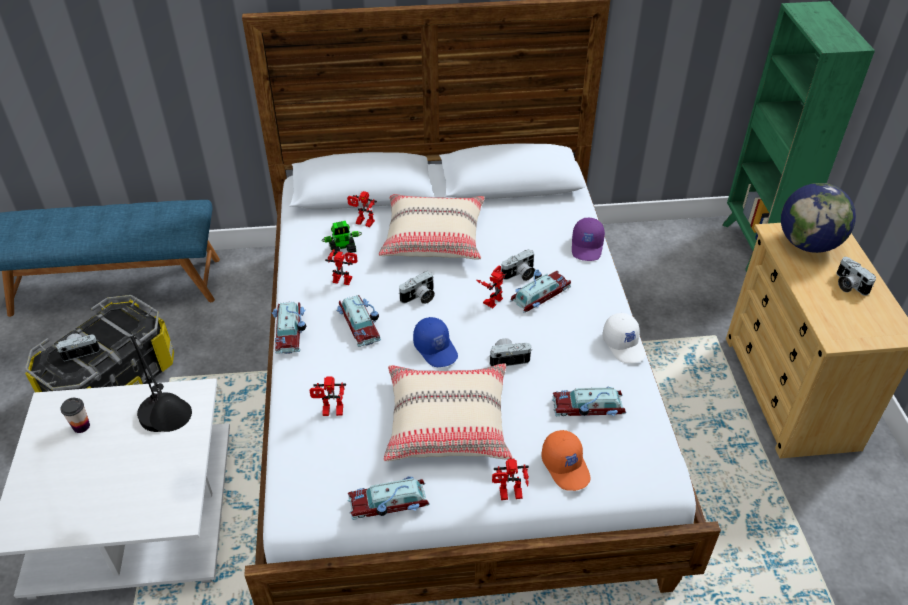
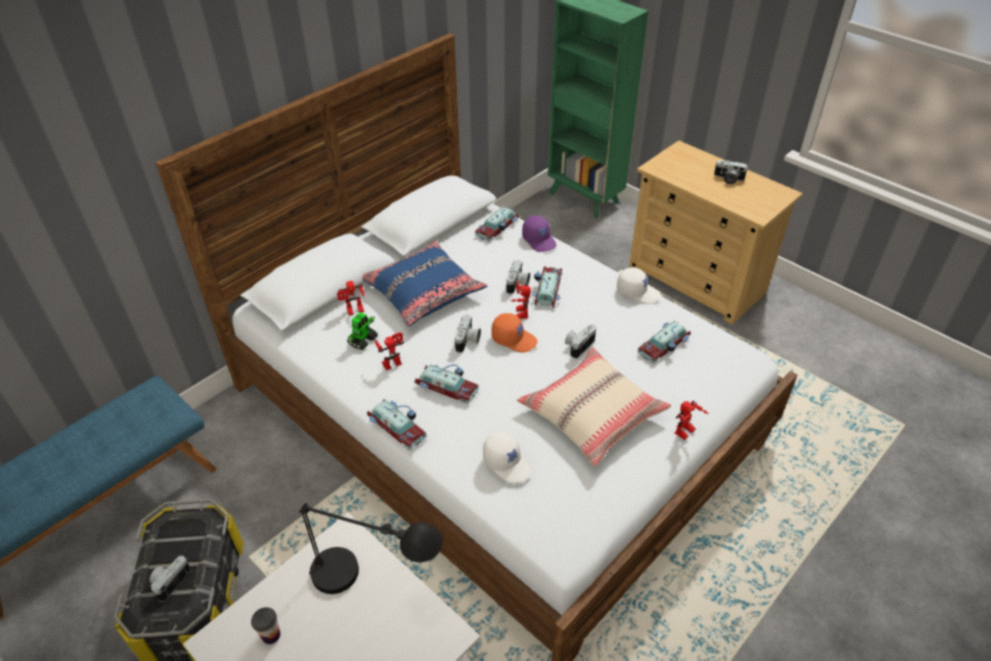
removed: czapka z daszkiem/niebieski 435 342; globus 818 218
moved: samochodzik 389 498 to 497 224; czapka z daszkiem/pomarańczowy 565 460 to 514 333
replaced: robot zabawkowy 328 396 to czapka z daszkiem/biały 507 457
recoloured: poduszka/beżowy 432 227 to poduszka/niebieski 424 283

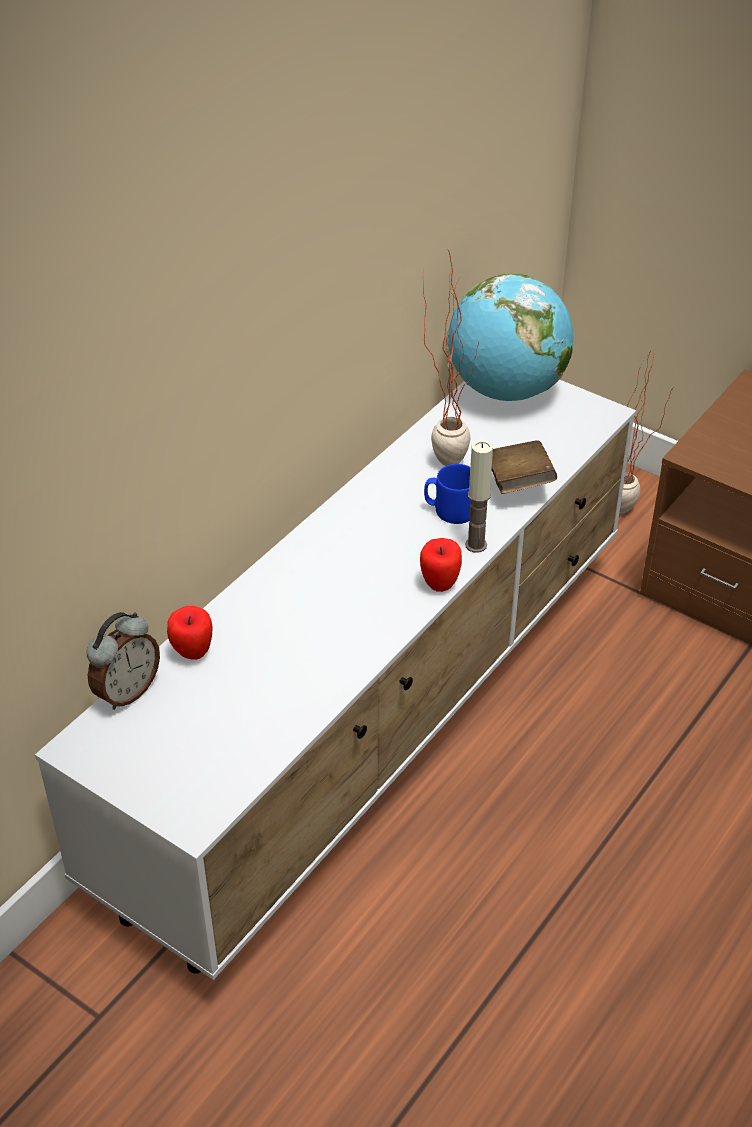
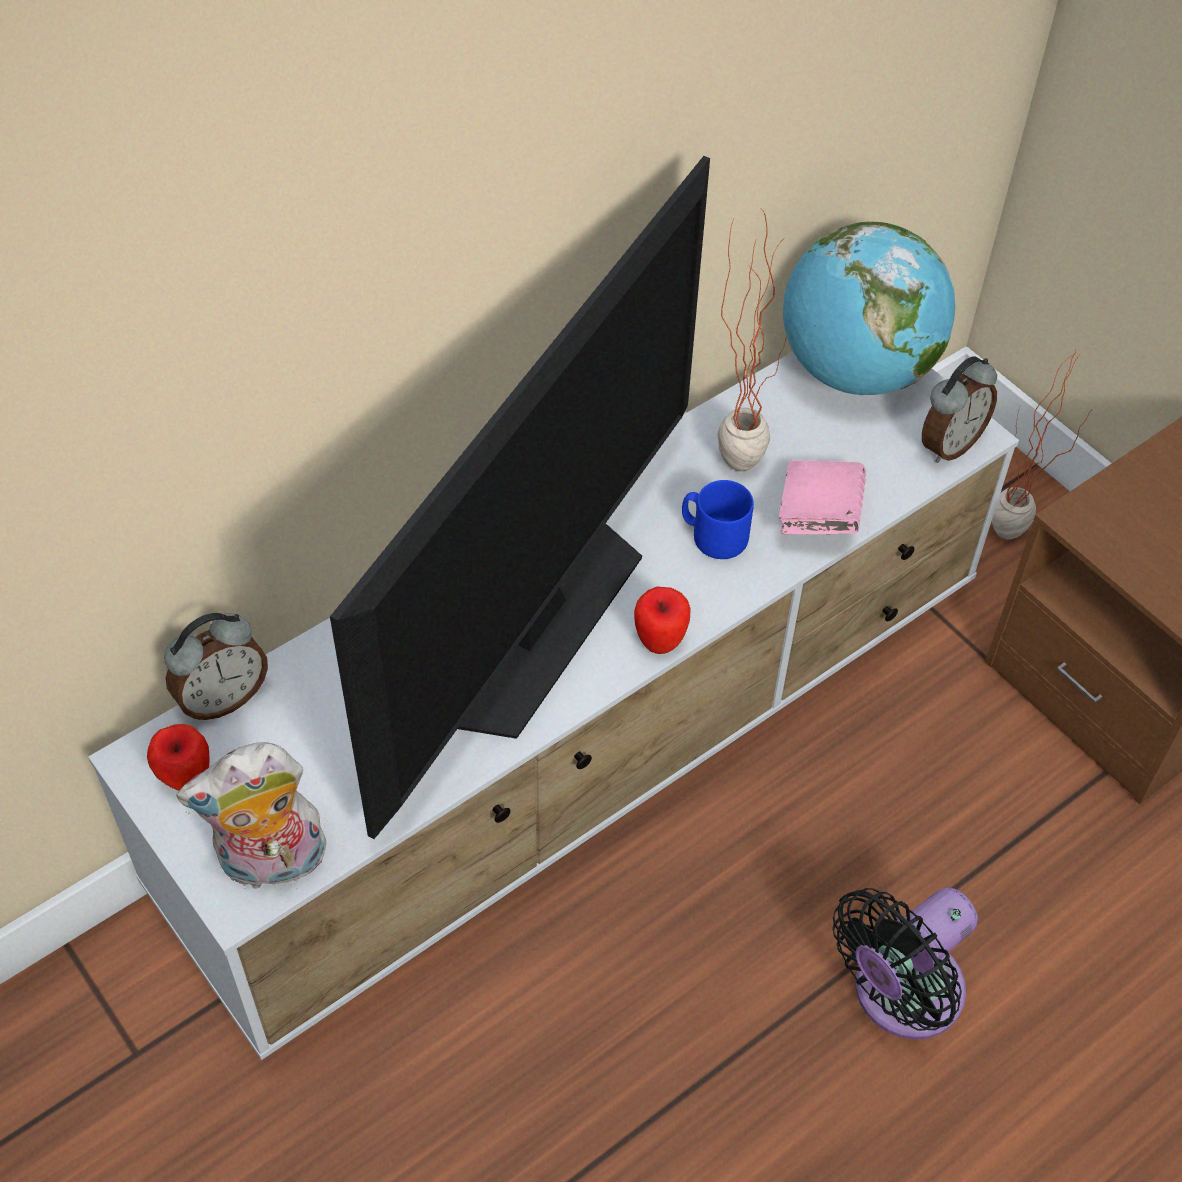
removed: świeca 479 496
added: pluszak 251 815; telewizor 520 497; wentylator/czarny 905 964; budzik 959 409
moved: jabłko 190 633 to 178 757
recoloured: książka/brązowy 524 467 to książka/różowy 822 497

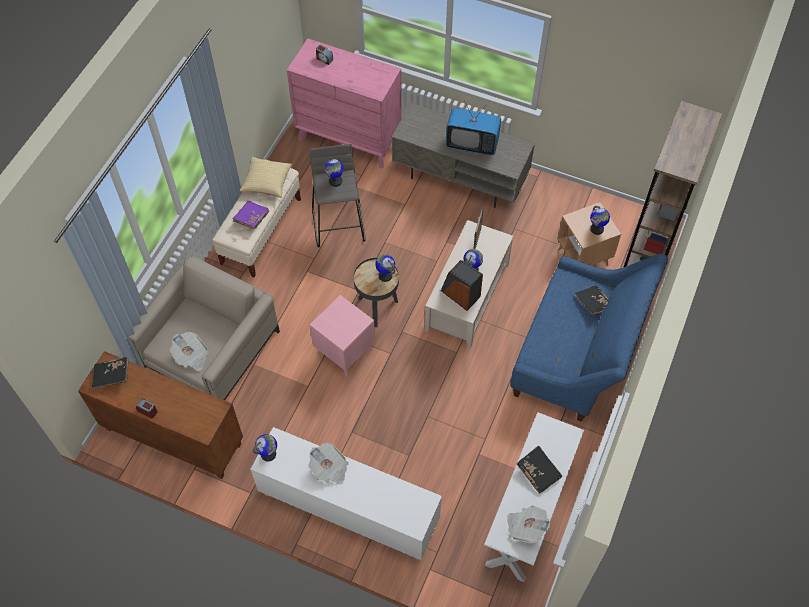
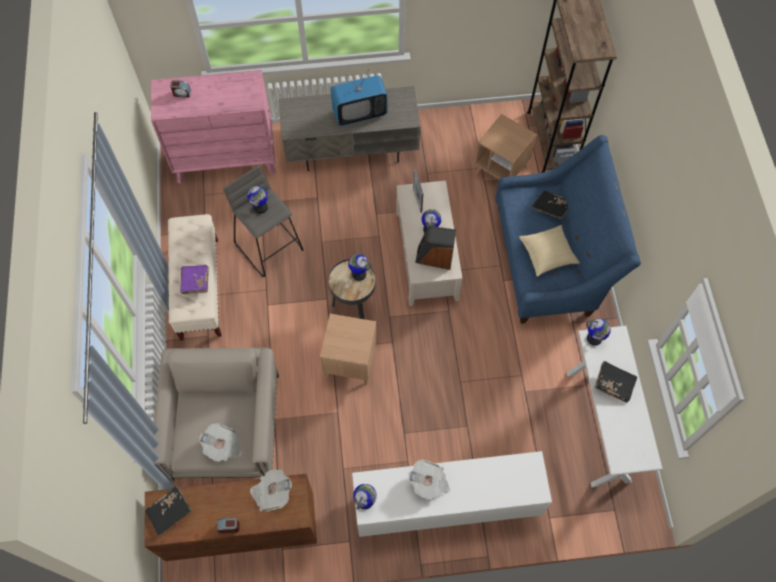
moved: poduszka 266 177 to 549 251; gazeta 528 525 to 271 490; globus 600 220 to 598 332
recoloured: stolik/różowy 342 336 to stolik/brązowy 348 349

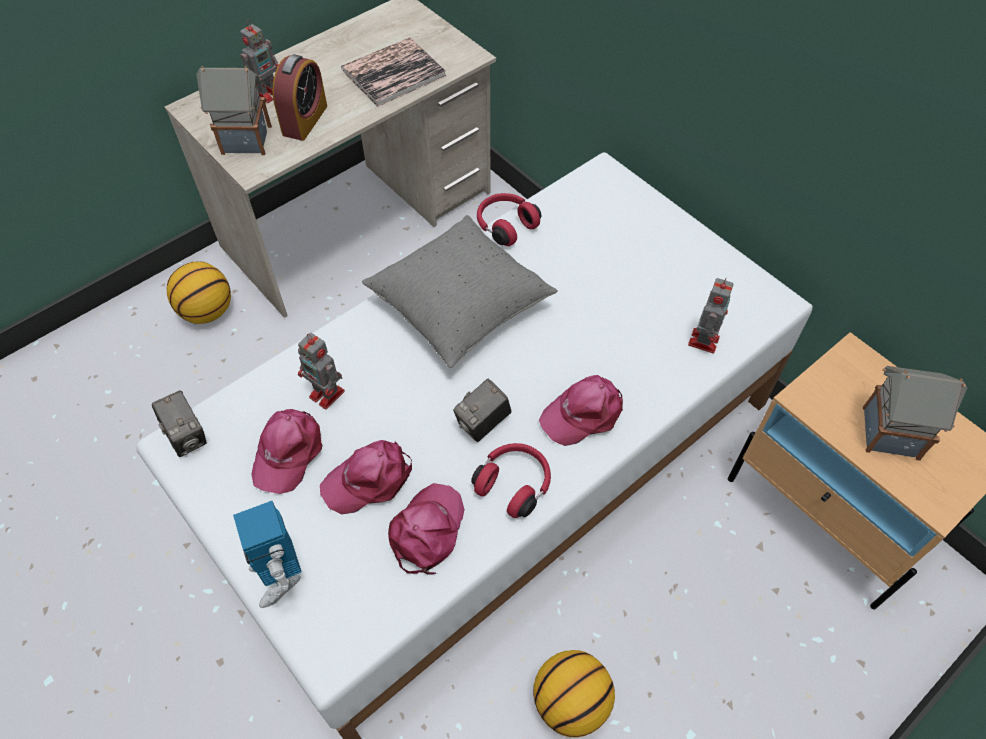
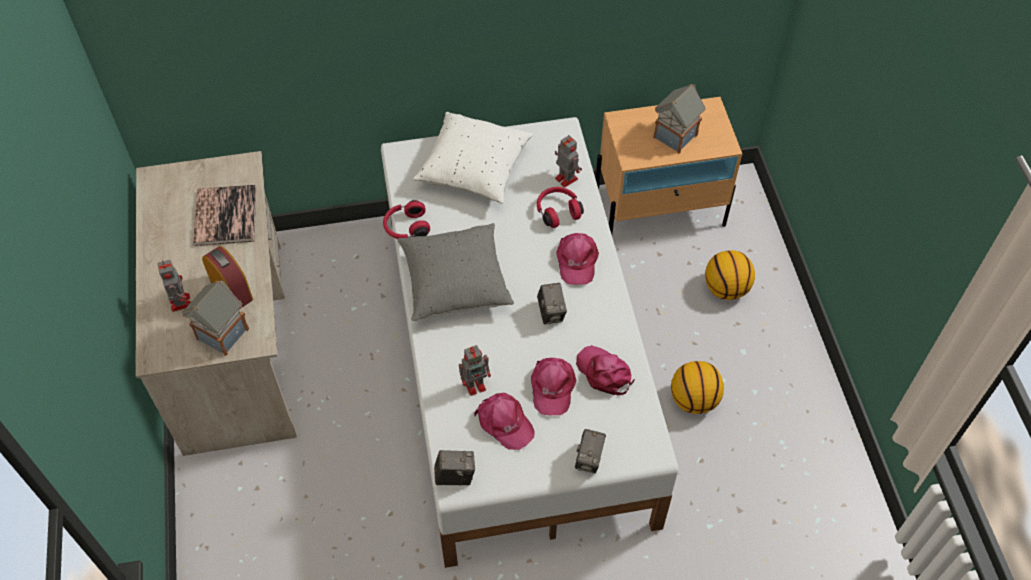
added: poduszka/biały 473 158
moved: piłka do koszykówki 199 292 to 730 275; słuchawki/czerwony 511 480 to 560 207
replaced: robot zabawkowy 267 554 to aparat fotograficzny 590 451

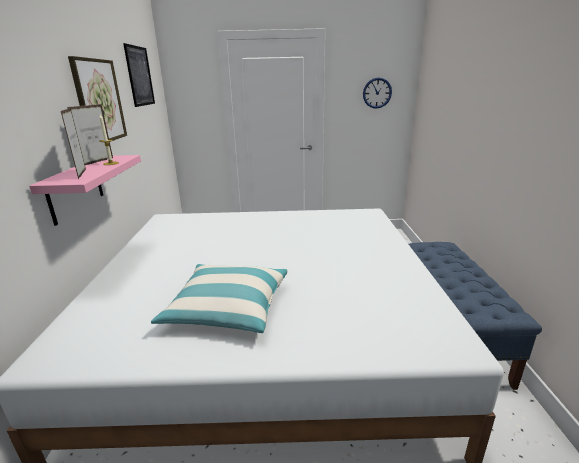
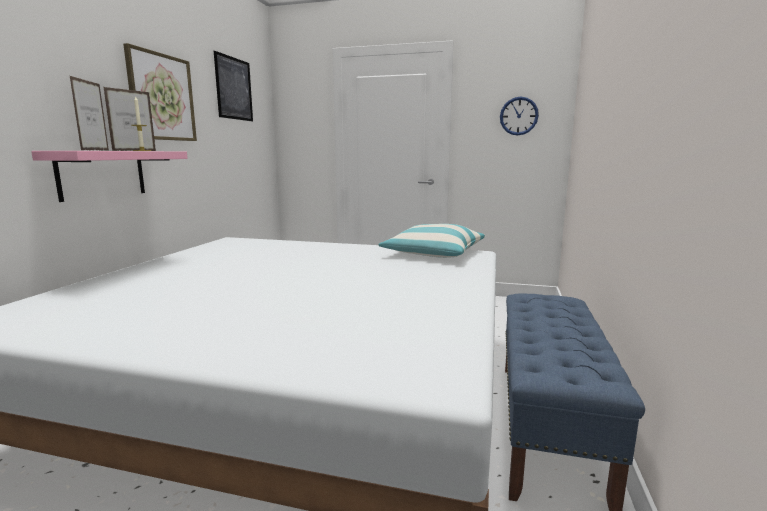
moved: poduszka 219 298 to 432 241

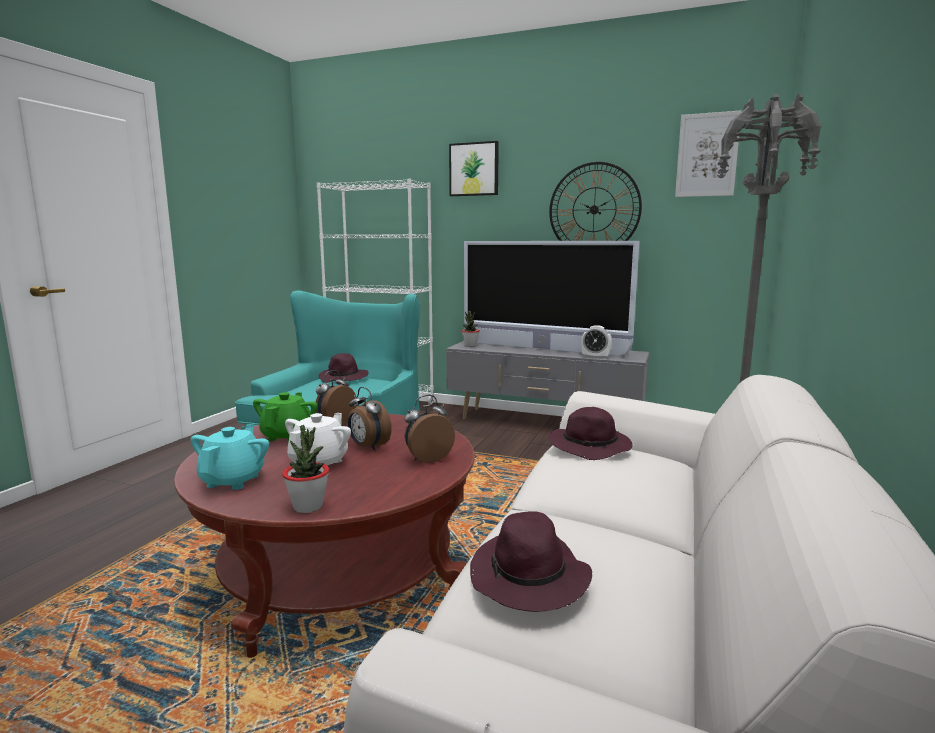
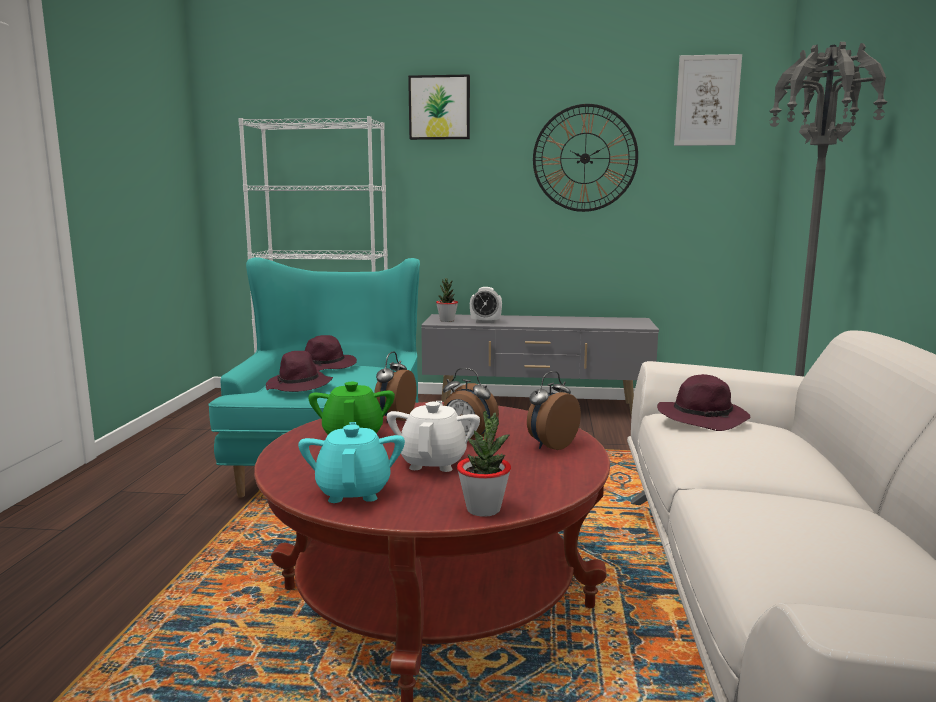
removed: telewizor 552 298
moved: kapelusz/fioletowy 531 561 to 299 371; budzik 596 342 to 486 305

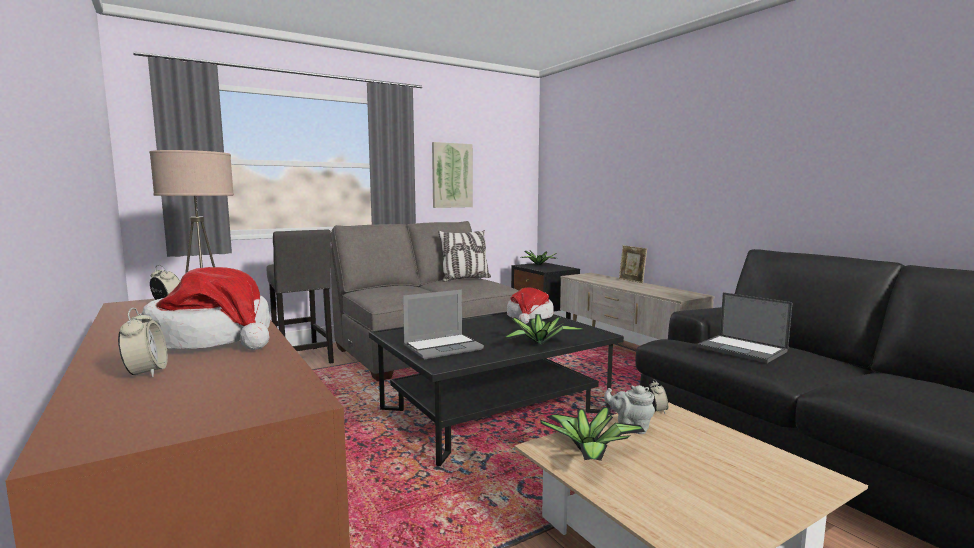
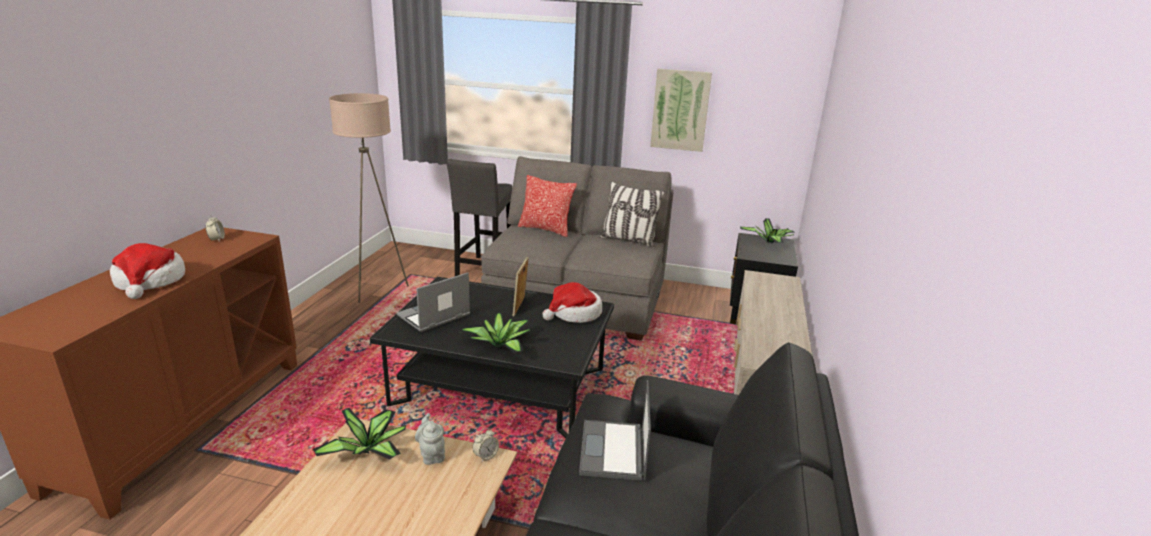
removed: budzik 143 342
added: poduszka 547 206
moved: ramka na zdjęcie 633 264 to 520 286
turned: laptop 443 324 = 433 302 120 degrees clockwise

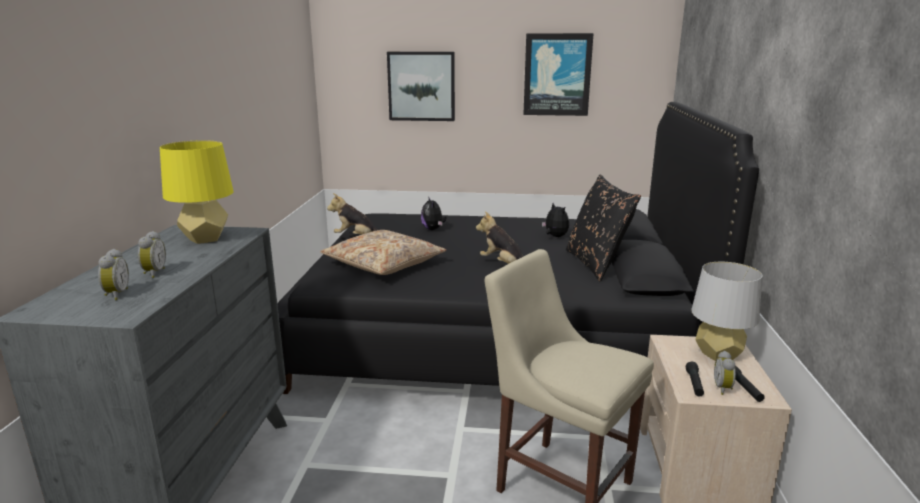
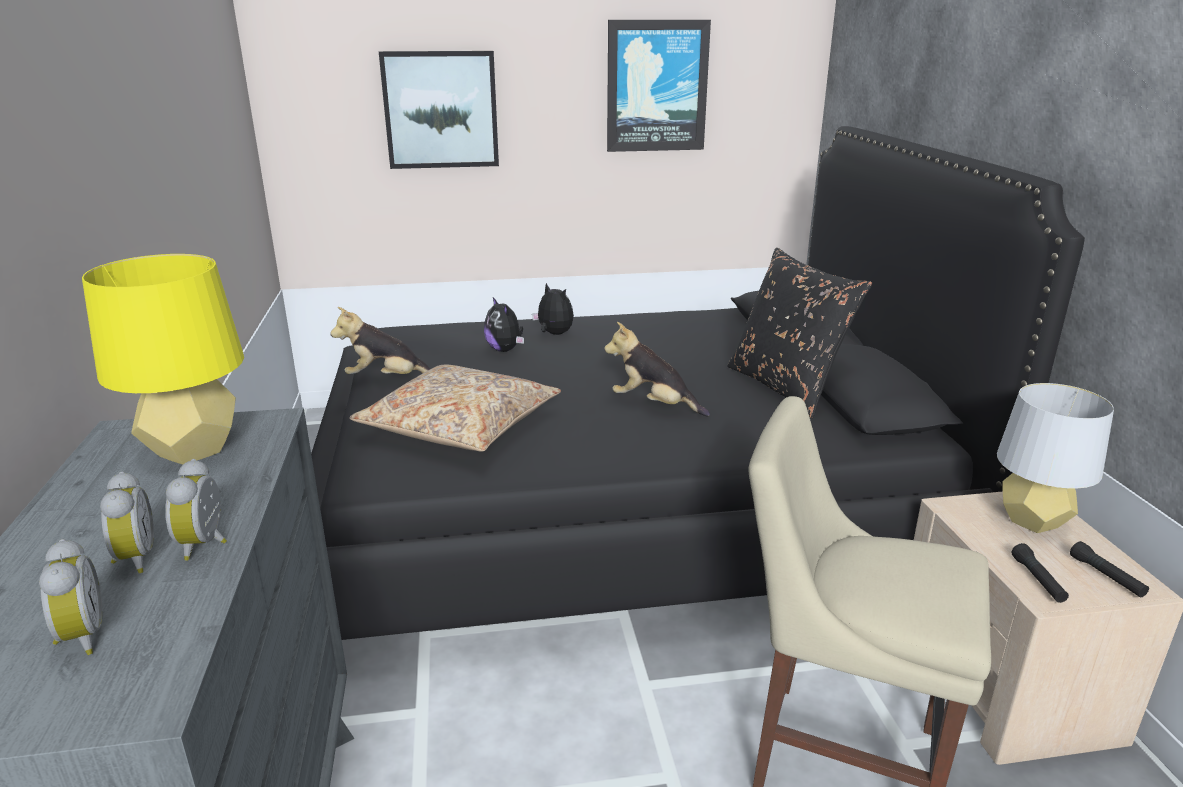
moved: pluszak 555 220 to 553 309; budzik 725 373 to 196 510

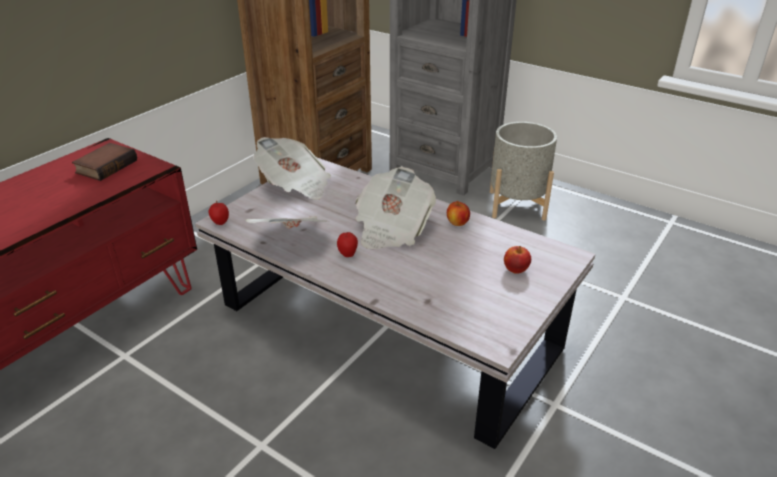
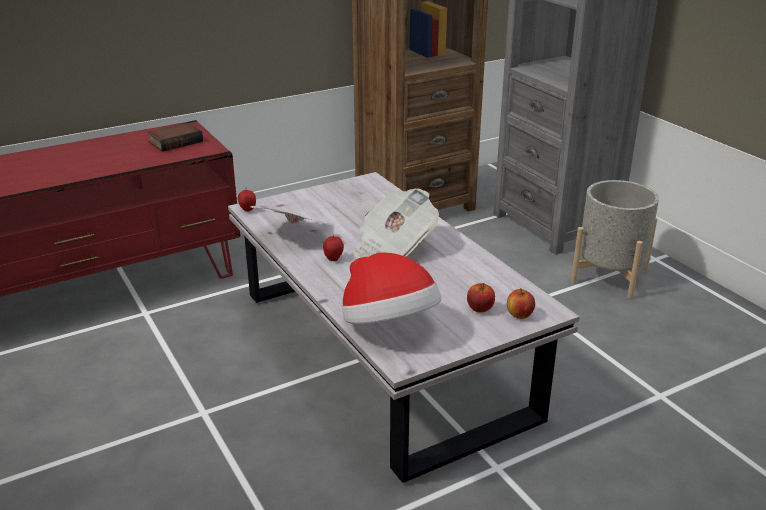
removed: gazeta 292 168
added: kapelusz 392 288
moved: jabłko 458 213 to 521 303

